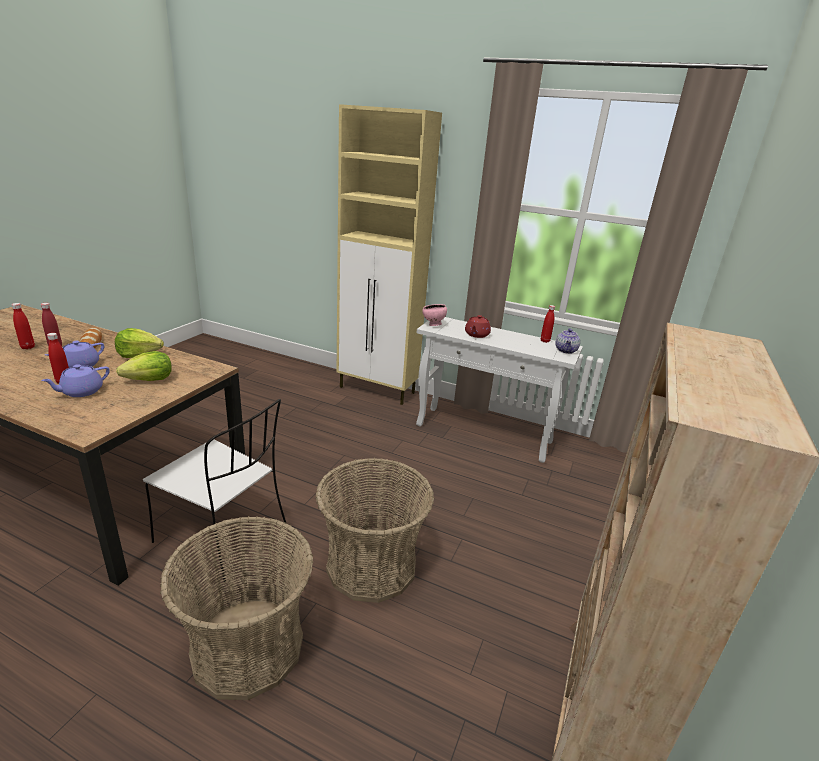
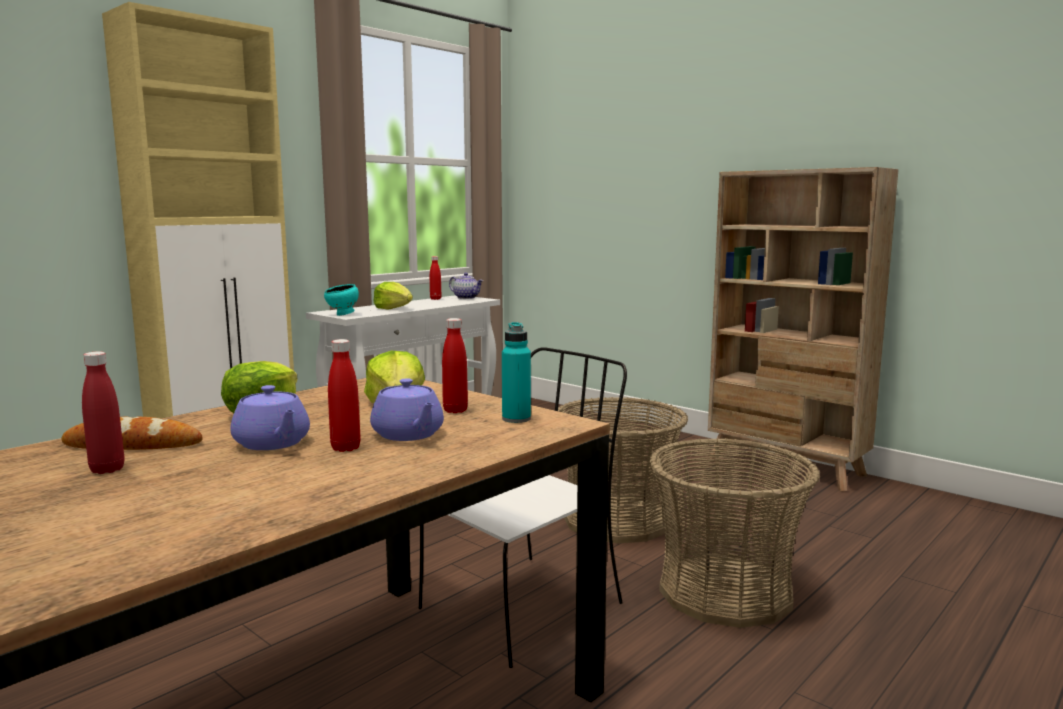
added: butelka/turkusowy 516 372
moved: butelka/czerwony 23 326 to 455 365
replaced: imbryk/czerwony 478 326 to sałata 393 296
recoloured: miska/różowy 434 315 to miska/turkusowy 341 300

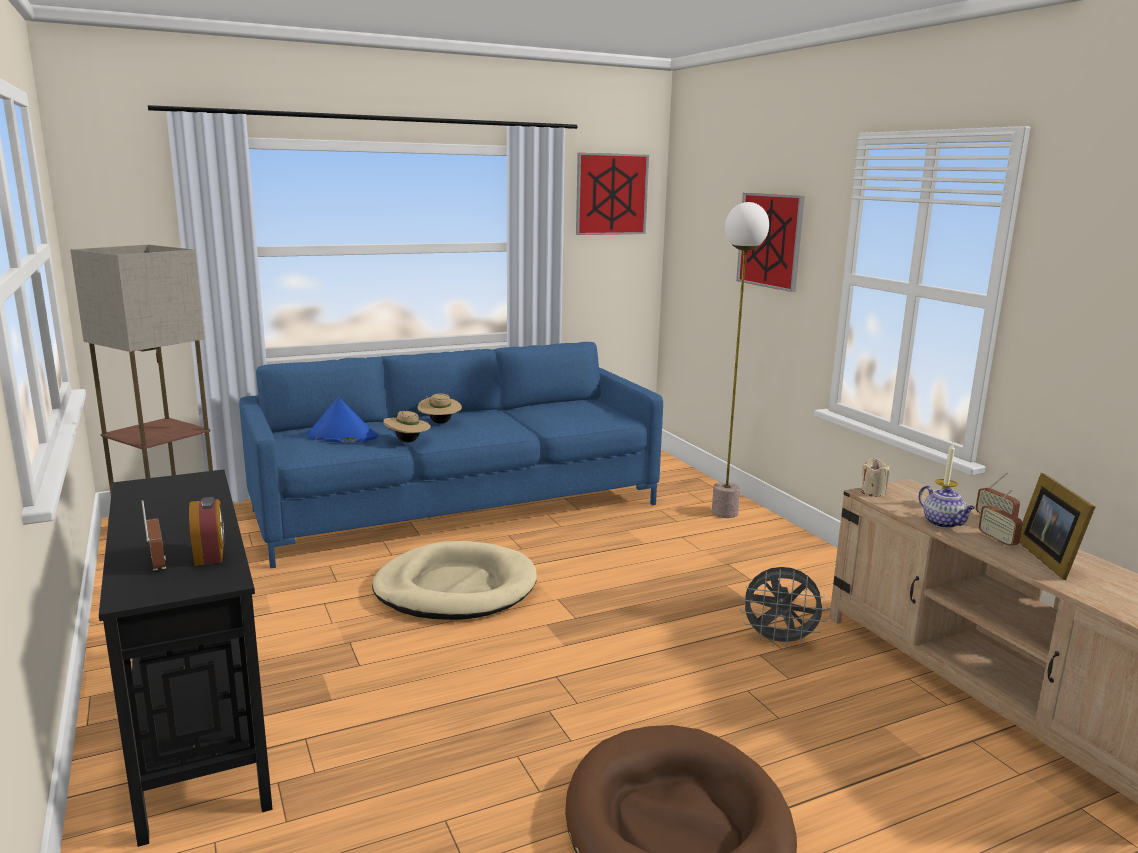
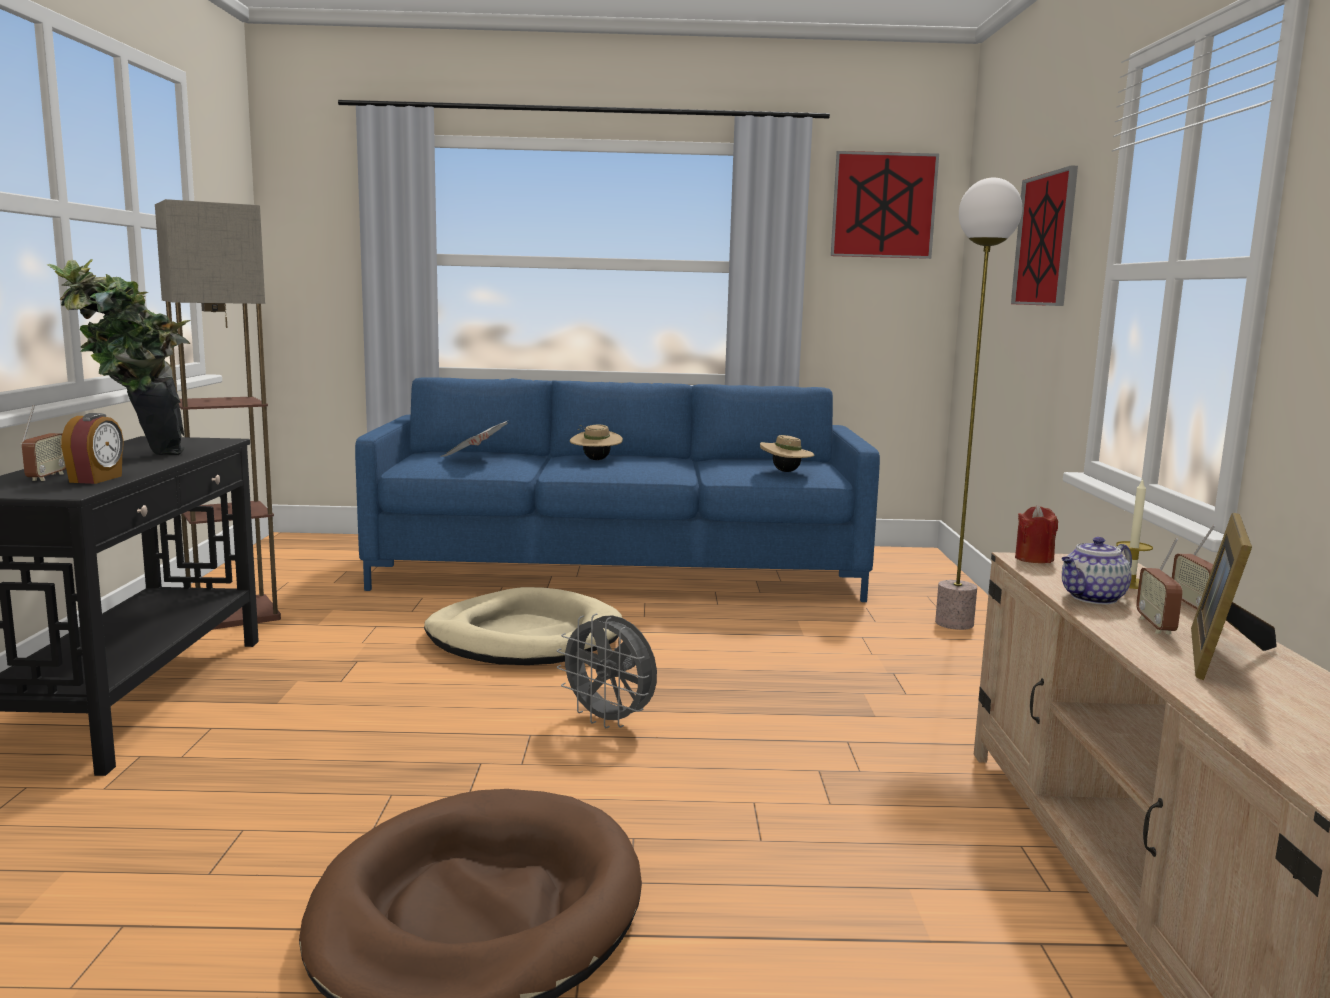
added: roślina doniczkowa 118 357
moved: kapelusz/beżowy 407 426 to 787 453; wentylator/szary 784 607 to 607 670
replaced: kapelusz/niebieski 342 420 to gazeta 474 439
recoloured: świeca/beżowy 875 477 to świeca/czerwony 1036 534
turned: imbryk 947 507 = 1096 571 60 degrees clockwise

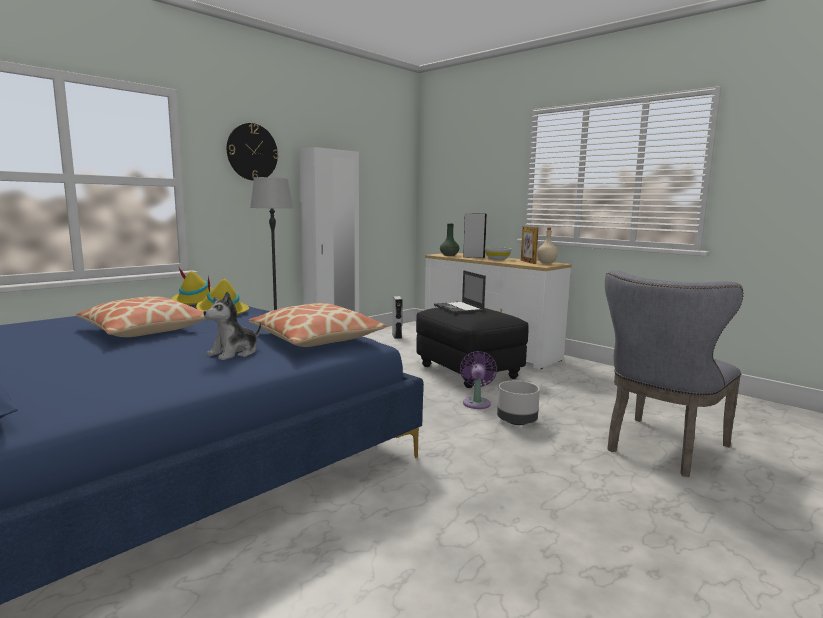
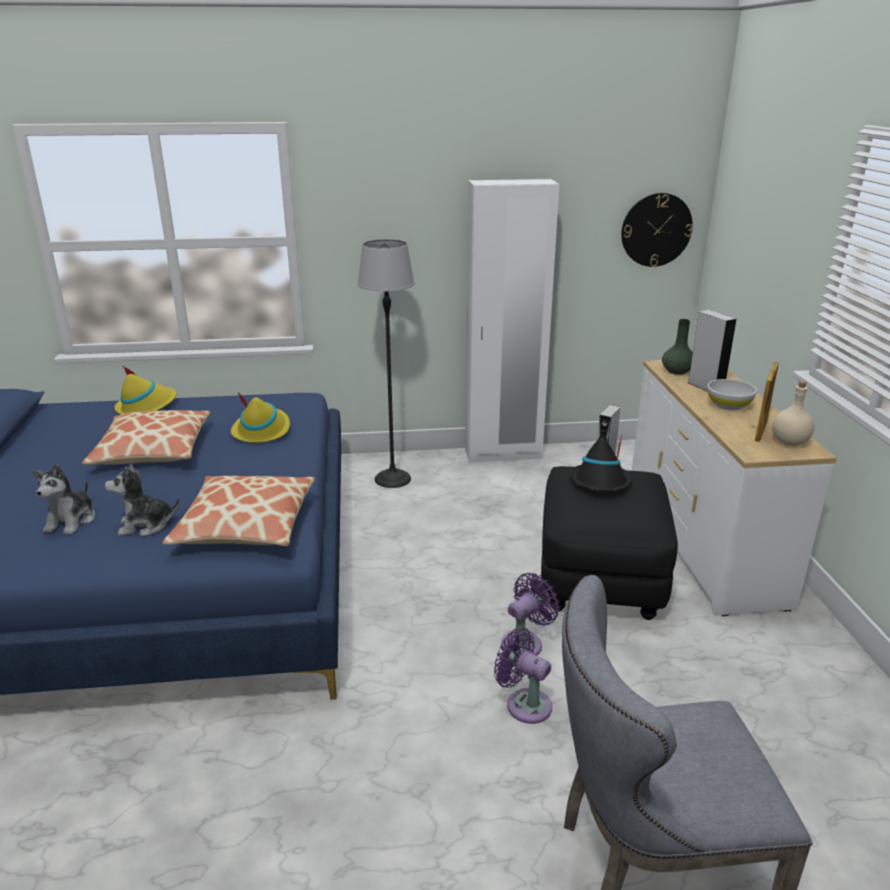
added: pluszak 64 499
moved: kapelusz/żółty 191 286 to 146 390; zegar ścienny 253 152 to 657 230
replaced: laptop 460 292 to kapelusz/czarny 601 463; donica/szary 518 403 to wentylator/fioletowy 523 676

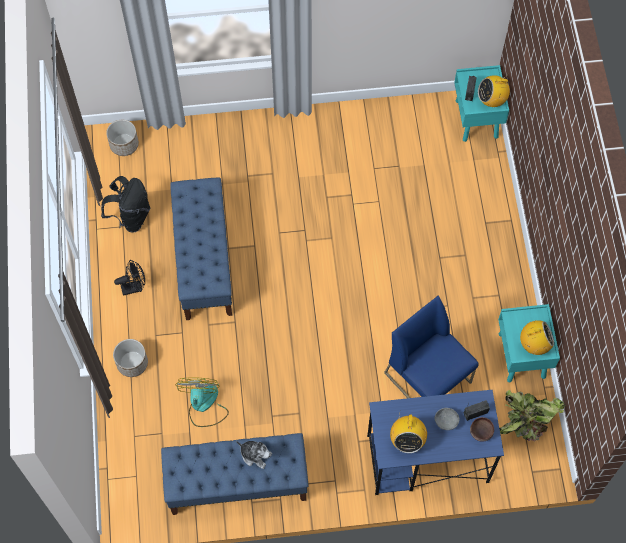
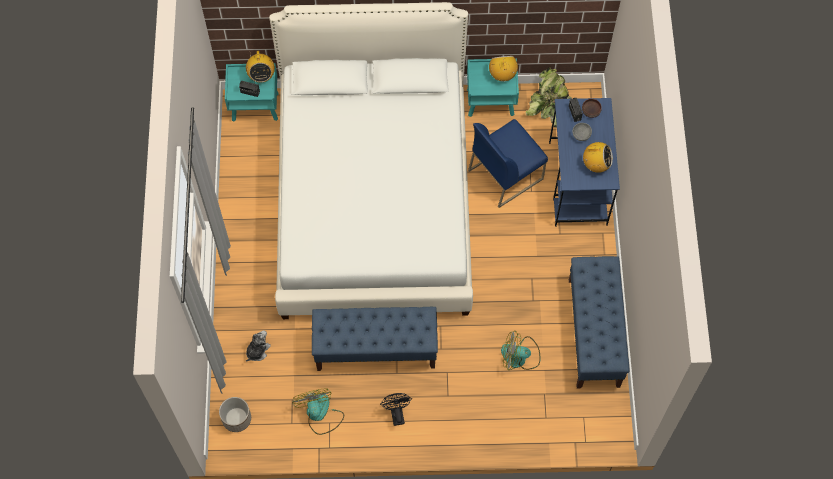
removed: donica 130 358
added: łóżko/biały 371 160
moved: pluszak 254 455 to 258 346
replaced: plecak/czarny 125 204 to wentylator 318 411

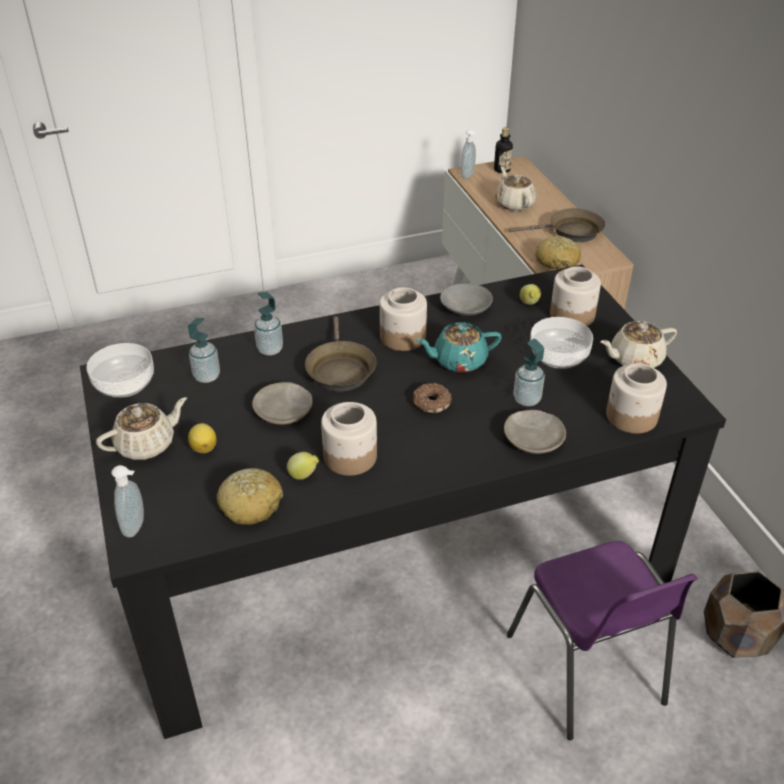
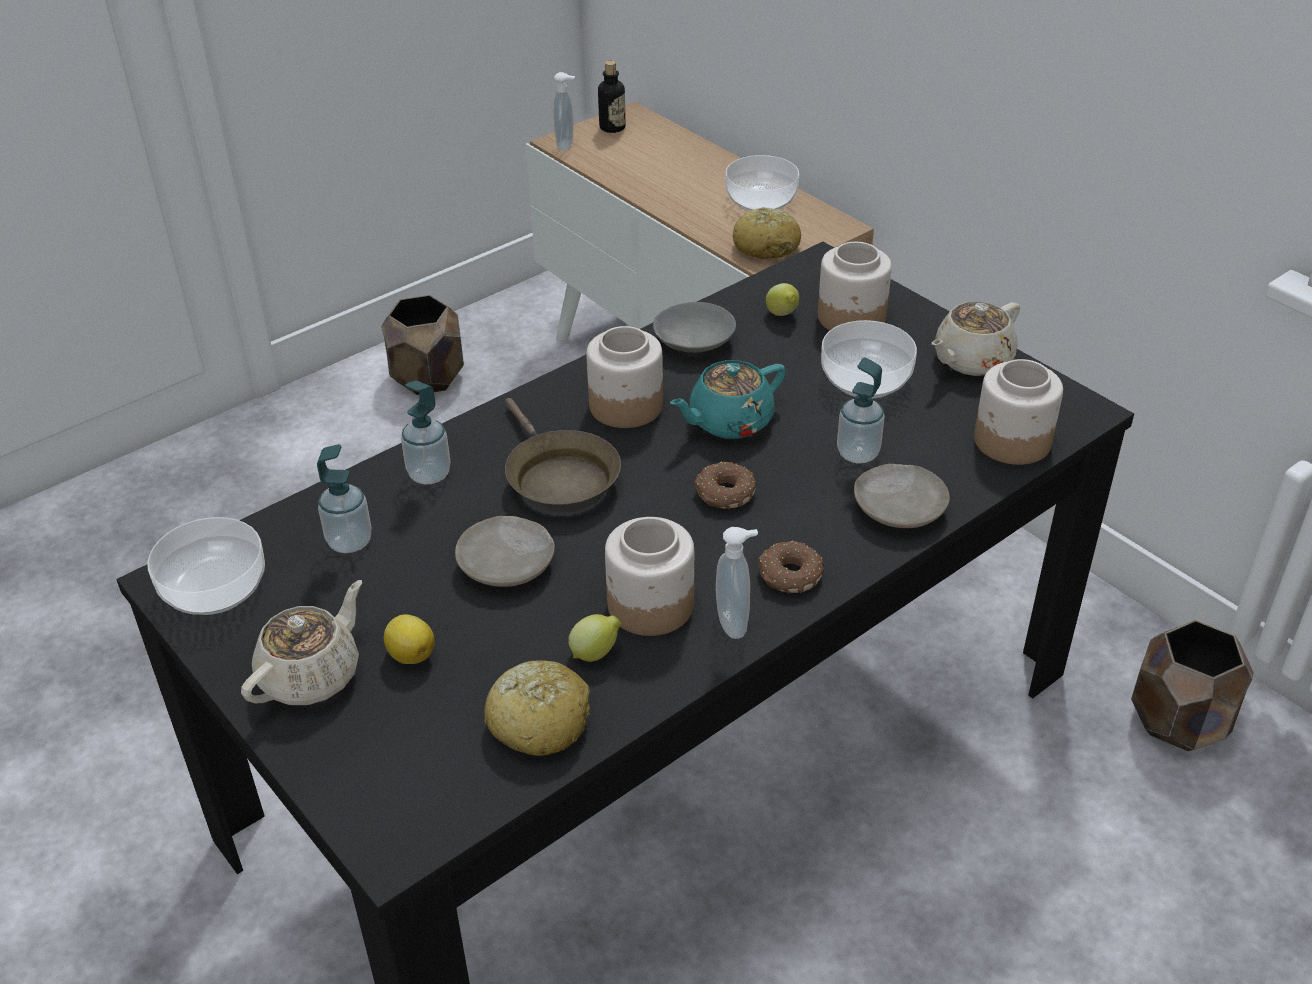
removed: imbryk/beżowy 515 189; krzesło/fioletowy 602 640
added: donica/brązowy 422 345; donut 791 567
moved: dozownik mydła 127 501 to 737 583
replaced: patelnia/brązowy 556 225 to miska 762 183

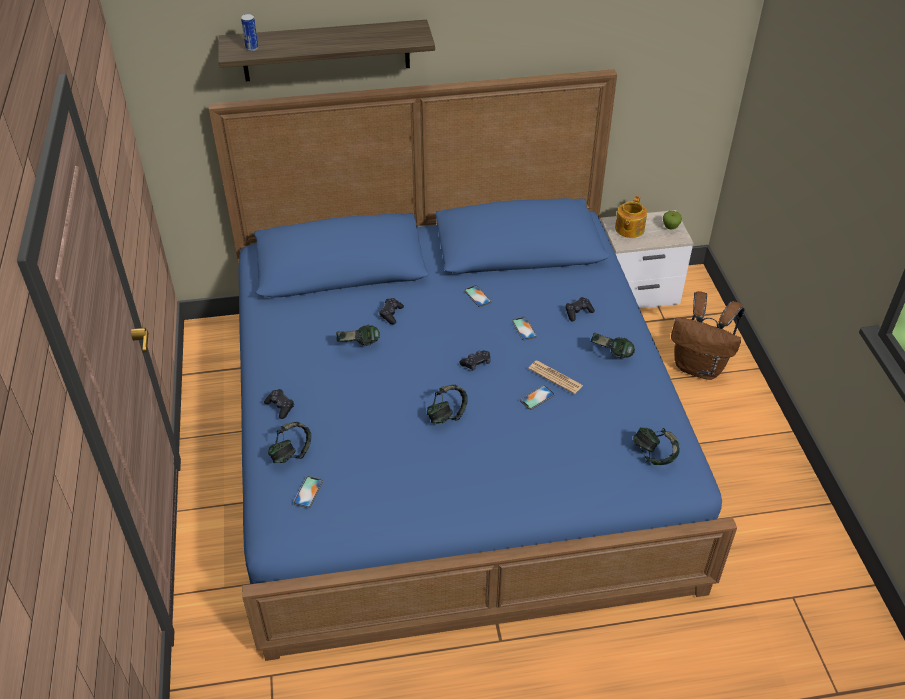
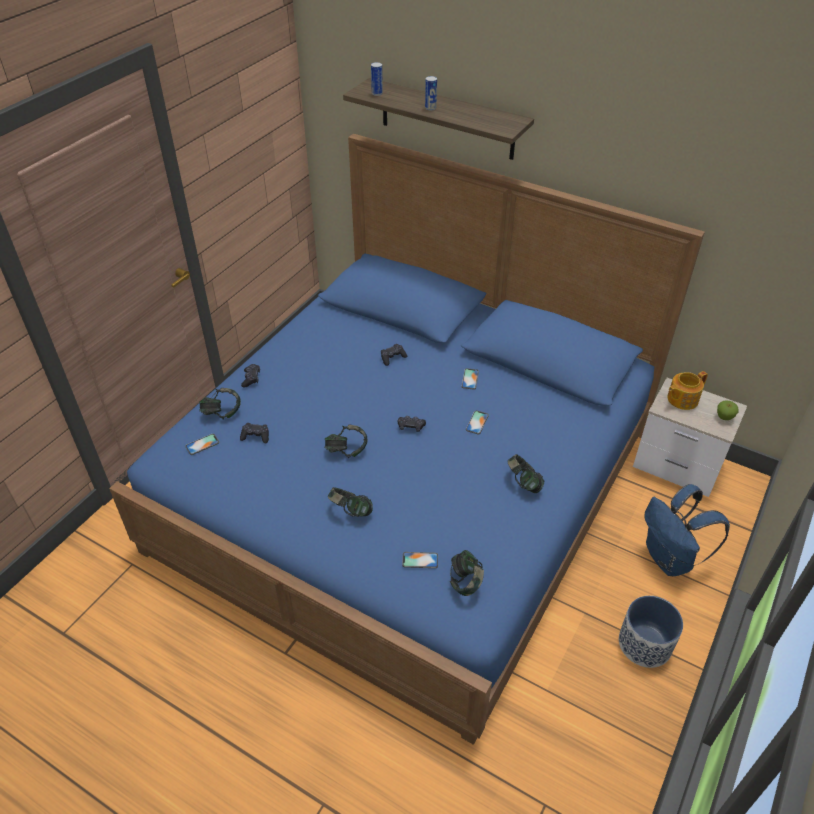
removed: gazeta 555 377
added: puszka 431 93; donica 651 632
moved: słuchawki 358 335 to 350 502; telefon 537 397 to 420 560; pad do gier/czarny 580 309 to 254 433
recoloured: plecak/brązowy 708 335 to plecak/niebieski 687 530

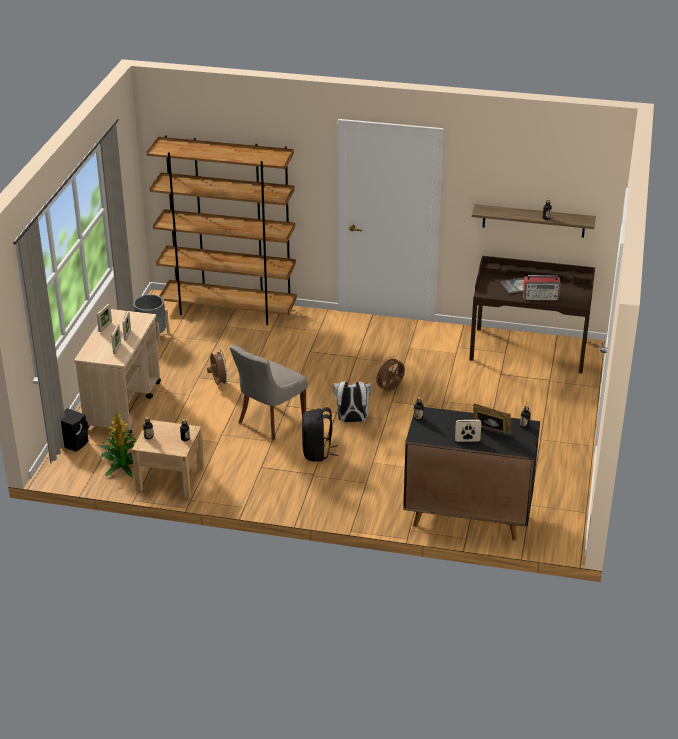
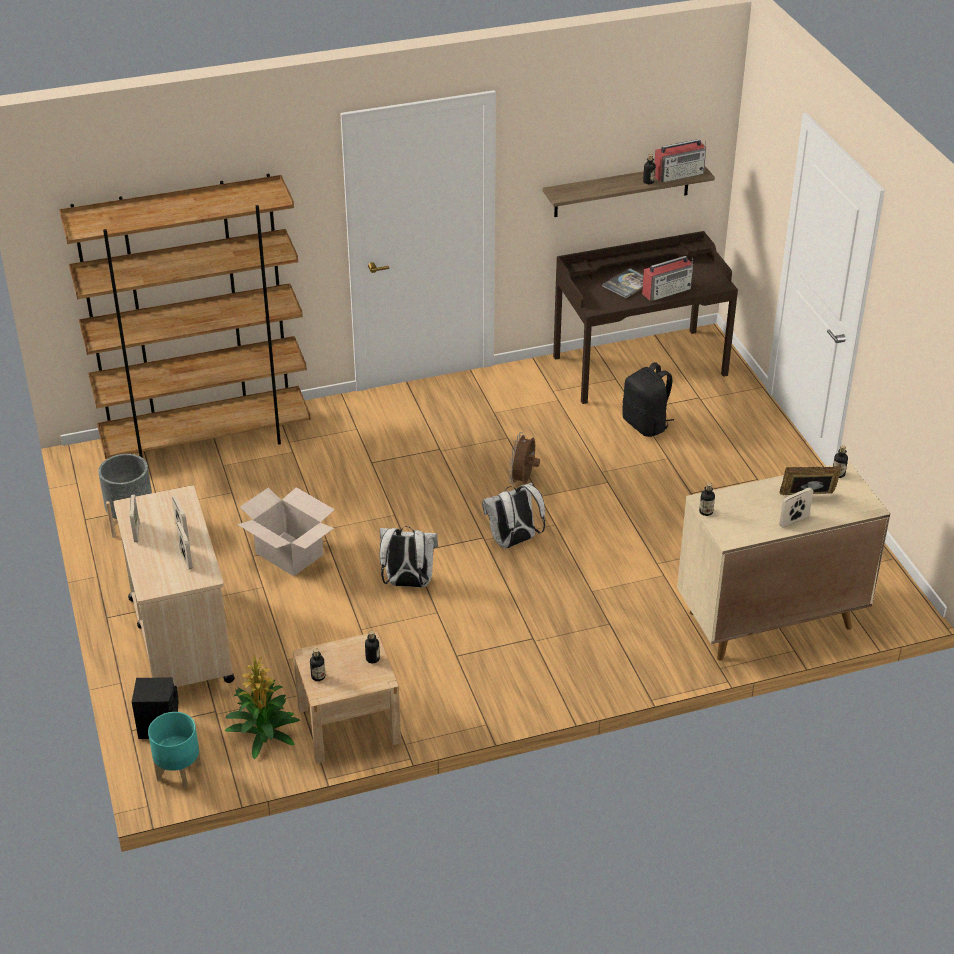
added: donica/turkusowy 174 750; radio 680 160
moved: plecak/czarny 320 434 to 648 399
replaced: wentylator/brązowy 218 367 to karton 286 531; krzesło/szary 268 392 to plecak/biały 409 556
recoloured: szafka/czarny 471 474 to szafka/beżowy 783 560

